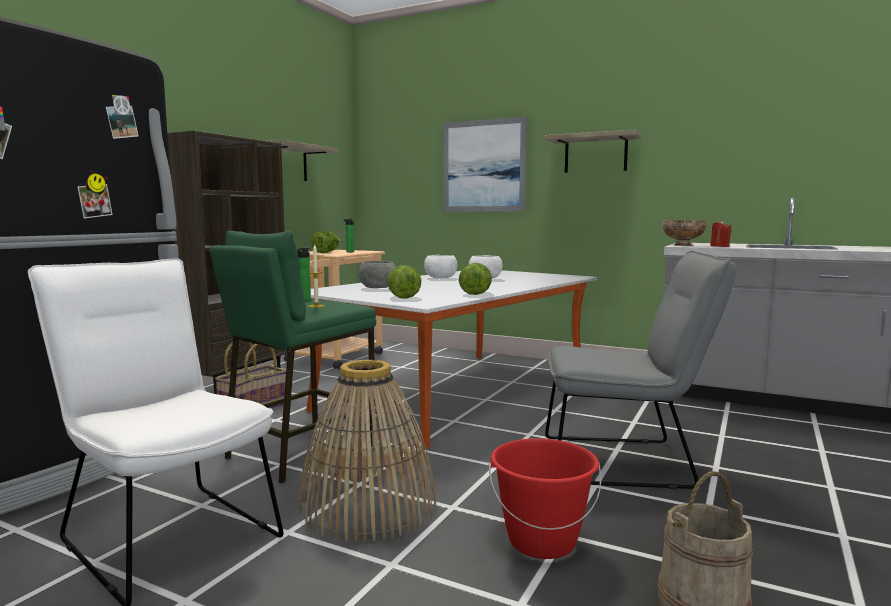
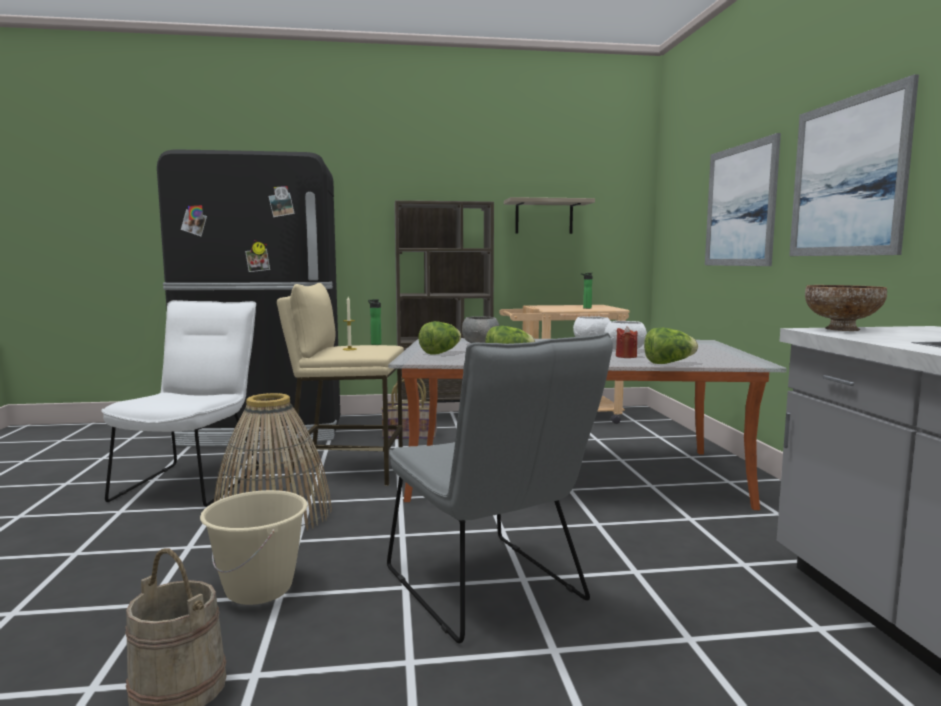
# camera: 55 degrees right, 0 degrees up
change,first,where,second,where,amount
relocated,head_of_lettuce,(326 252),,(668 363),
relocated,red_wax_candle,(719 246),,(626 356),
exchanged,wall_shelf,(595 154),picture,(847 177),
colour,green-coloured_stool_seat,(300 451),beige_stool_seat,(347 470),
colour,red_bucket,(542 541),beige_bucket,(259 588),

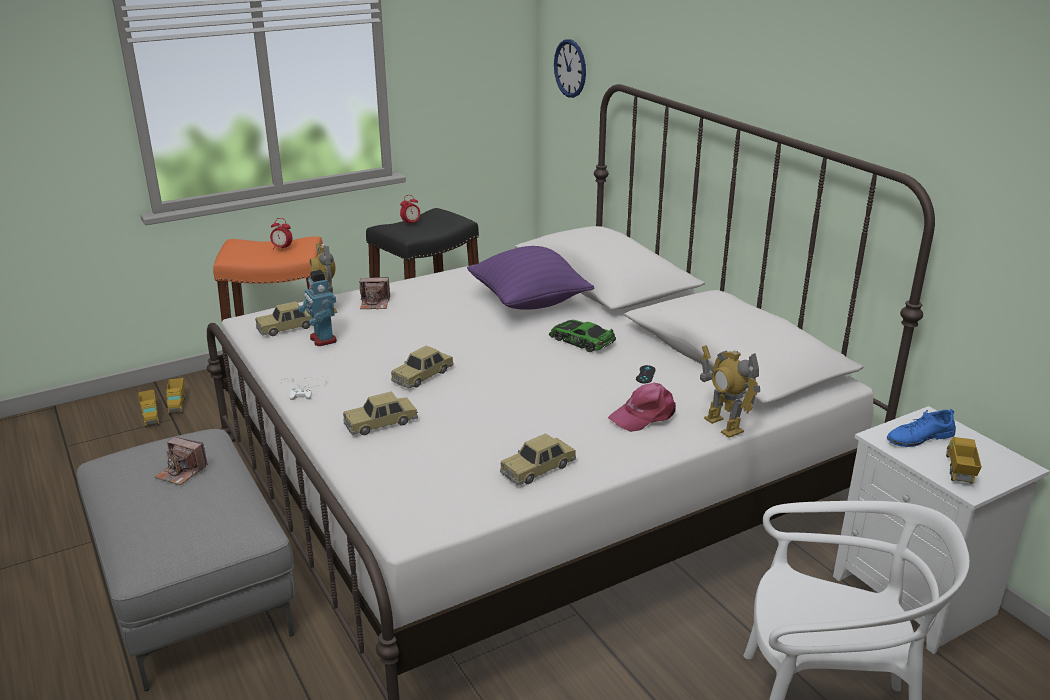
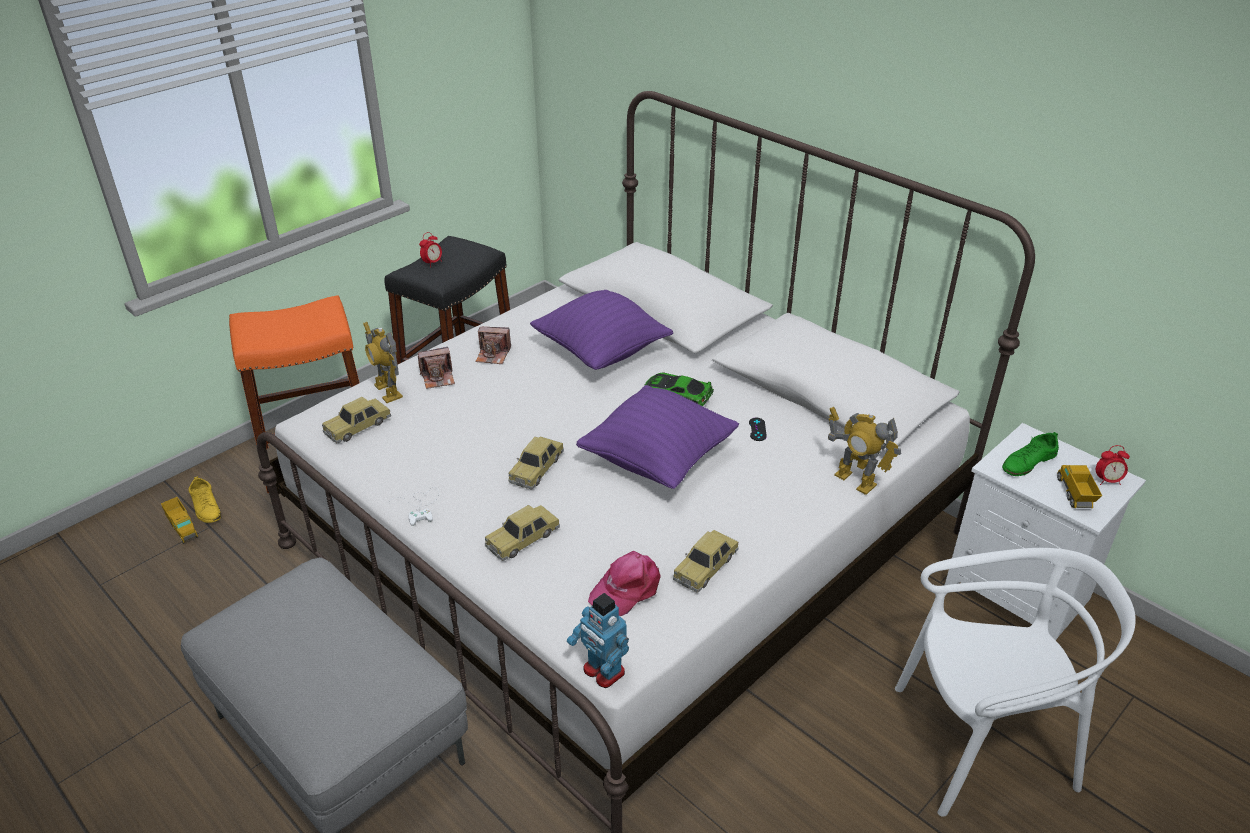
# camera: 15 degrees left, 10 degrees up
change,first,where,second,where,amount
missing,clock_on_the_wall,(570 68),,,
appeared,,,purple-coloured_cushion,(657 460),
relocated,still_camera,(181 472),,(493 355),
relocated,bedside_clock,(282 248),,(1107 481),
relocated,robot_figure,(322 340),,(603 672),
relocated,pink_baseball_cap,(644 415),,(626 588),
exchanged,toy_lorry,(177 404),yellow_item_of_footwear,(206 507),
colour,bluish_item_of_footwear,(919 438),green-coloured_item_of_footwear,(1028 462),

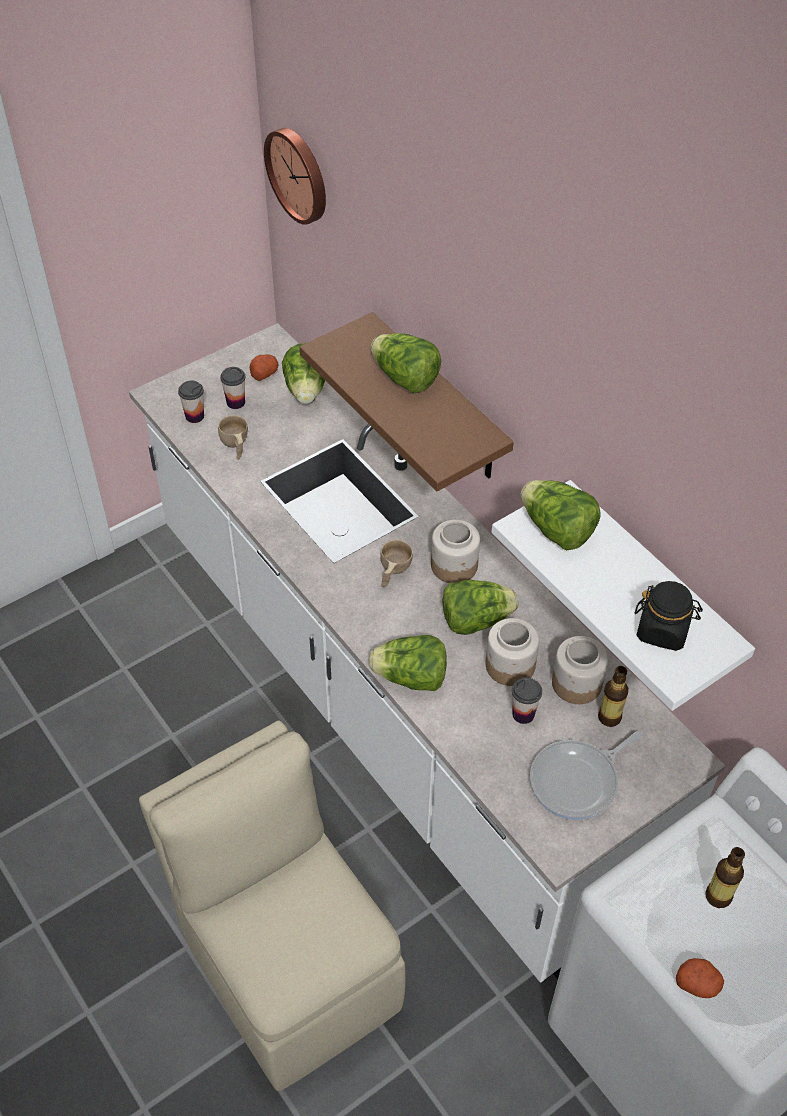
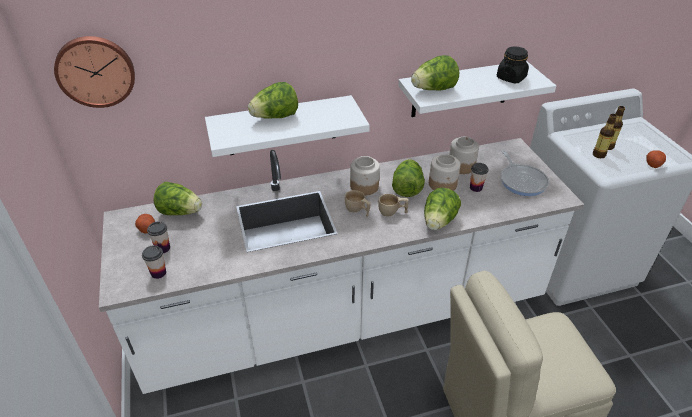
# camera: 70 degrees left, 10 degrees down
change,first,where,second,where,amount
relocated,beige_small_cup,(235 446),,(392 212),
relocated,bottle,(609 717),,(598 155),
colour,brownish_wall_shelf,(438 400),whitish_wall_shelf,(282 126),

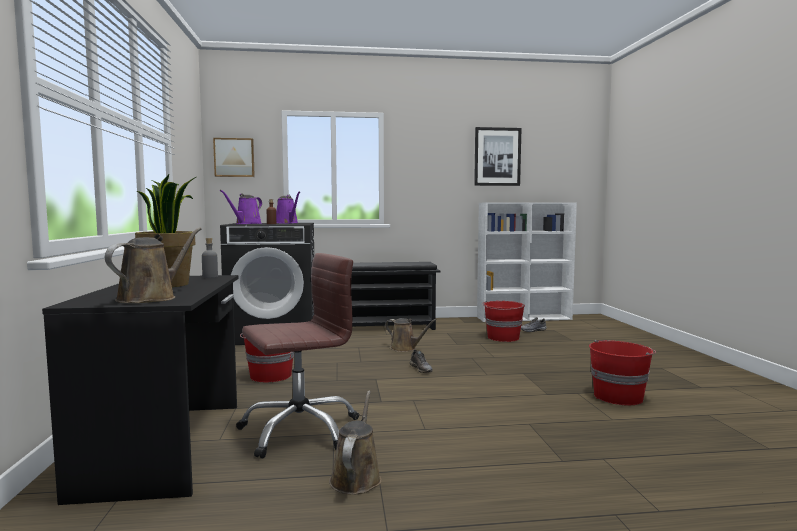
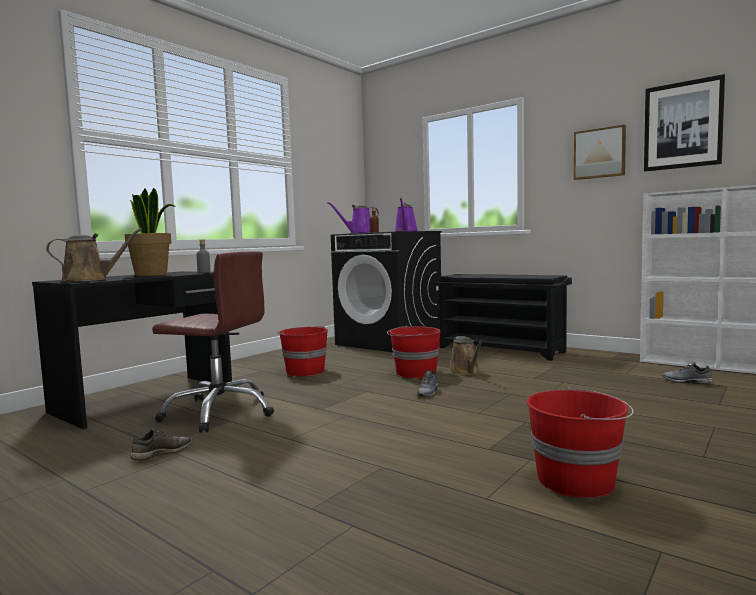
# camera: 45 degrees right, 0 degrees up
change,first,where,second,where,amount
relocated,picture,(234 157),,(599 153),
relocated,red_bucket,(503 338),,(415 373),
exchanged,brownish_watering_can,(356 477),gray_item_of_footwear,(162 452),

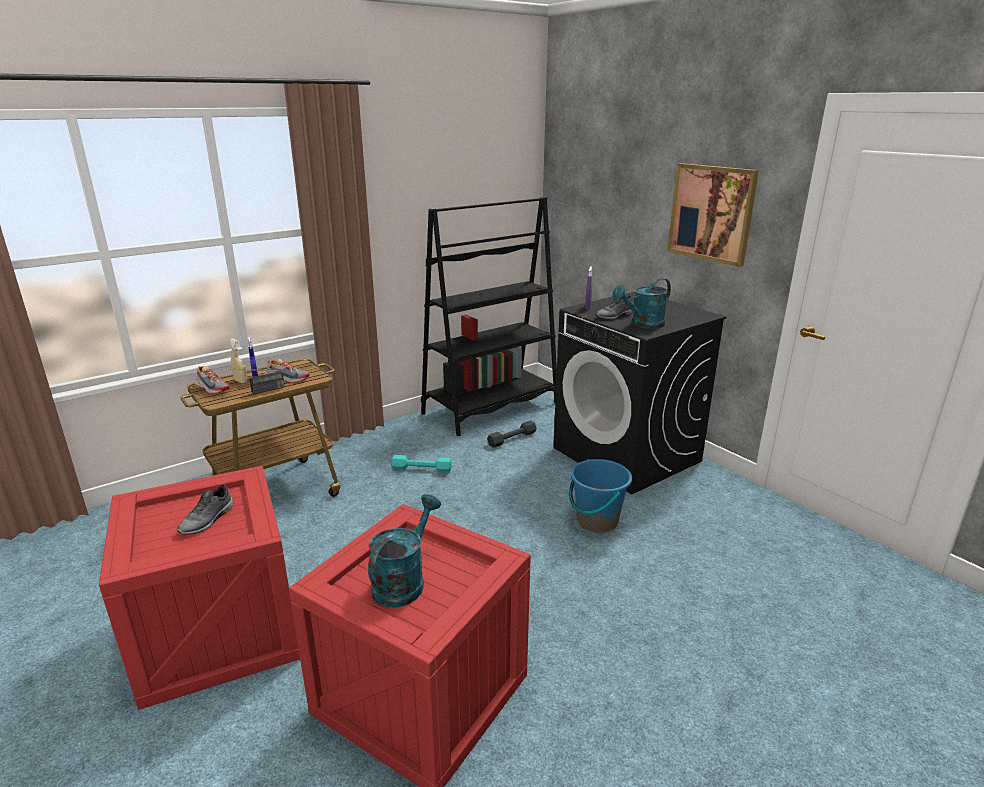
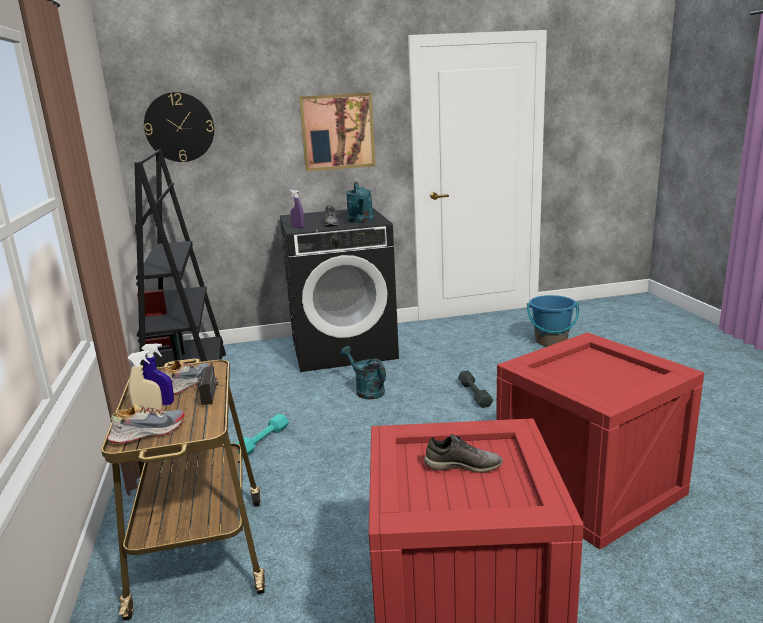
# camera: 65 degrees left, 5 degrees down
change,first,where,second,where,amount
appeared,,,clock_on_the_wall,(179 127),
relocated,turquoise-coloured_watering_can,(403 581),,(366 390),
relocated,gray_dumbbell,(512 438),,(474 394),
relocated,bluish_bucket,(597 521),,(551 341),
spun,gray_item_of_footwear,(208 520),,(463 465),45 degrees counterclockwise

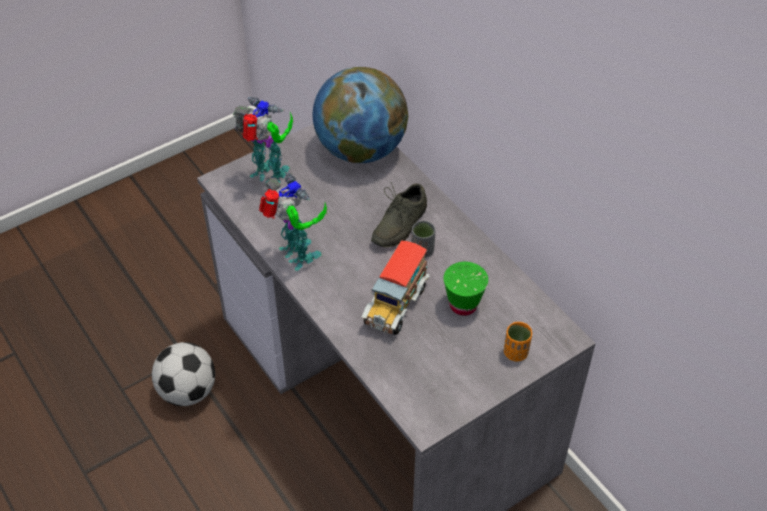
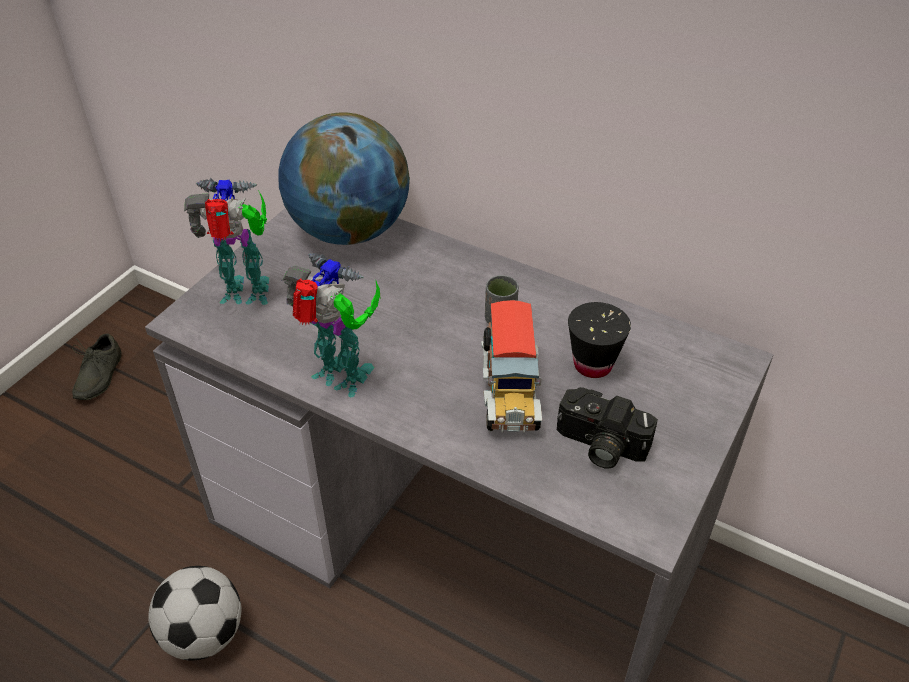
# camera: 25 degrees left, 5 degrees down
change,first,where,second,where,amount
missing,orangey_small_cup,(515 353),,,
appeared,,,still_camera,(599 445),
relocated,gray_item_of_footwear,(397 224),,(96 376),
colour,green-coloured_small_cup,(463 305),black-coloured_small_cup,(592 365),

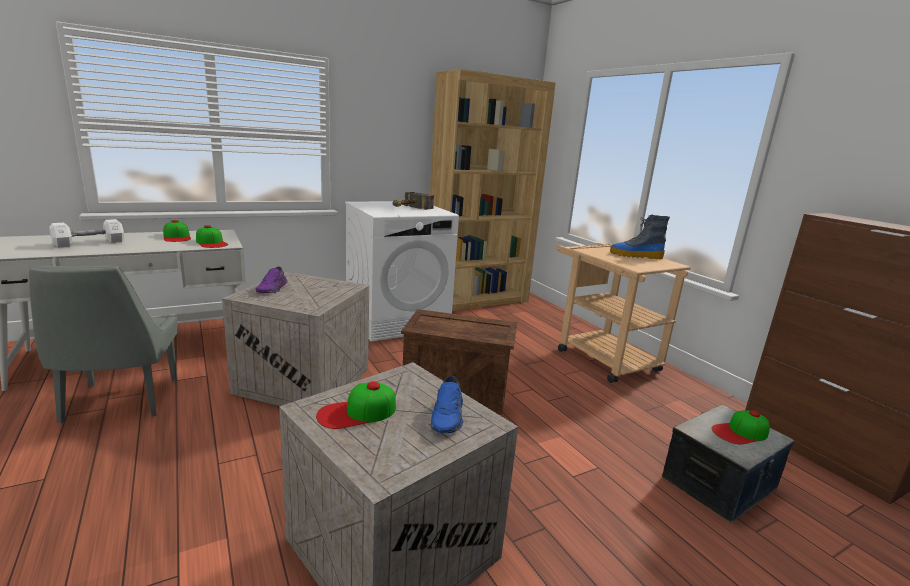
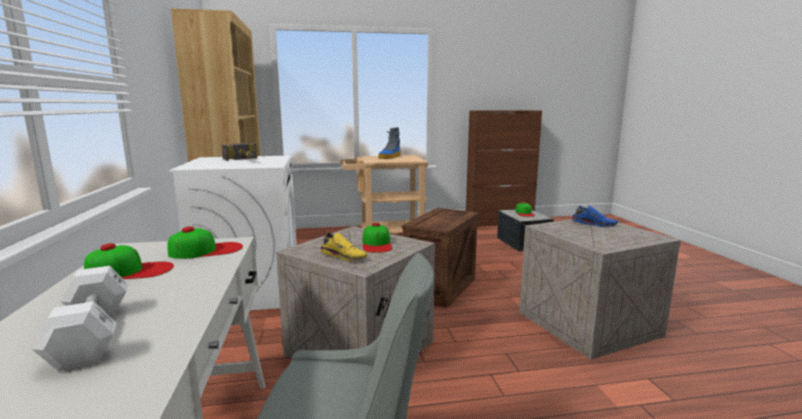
# camera: 70 degrees left, 5 degrees down
change,first,where,second,where,amount
relocated,baseball_cap,(357 412),,(377 244),
colour,purple-coloured_item_of_footwear,(273 289),yellow_item_of_footwear,(344 256),

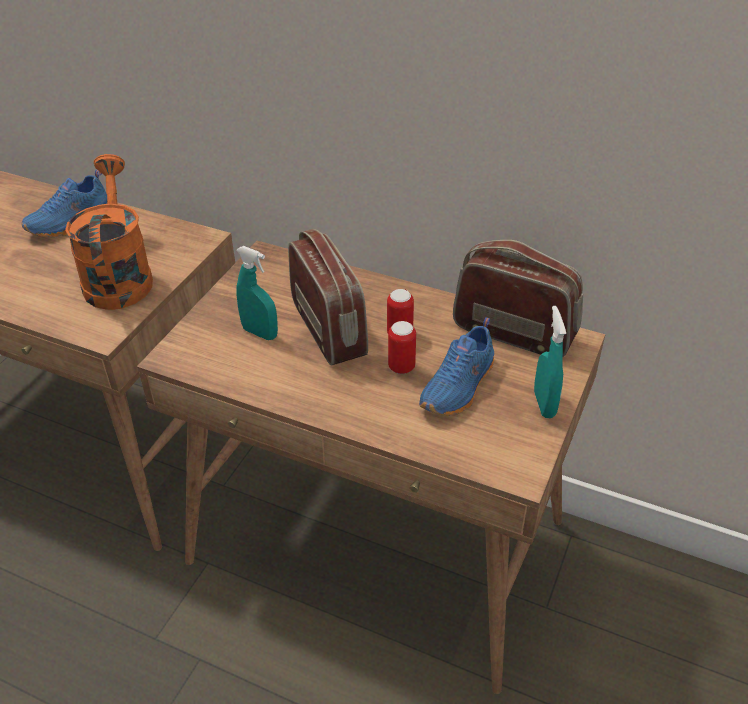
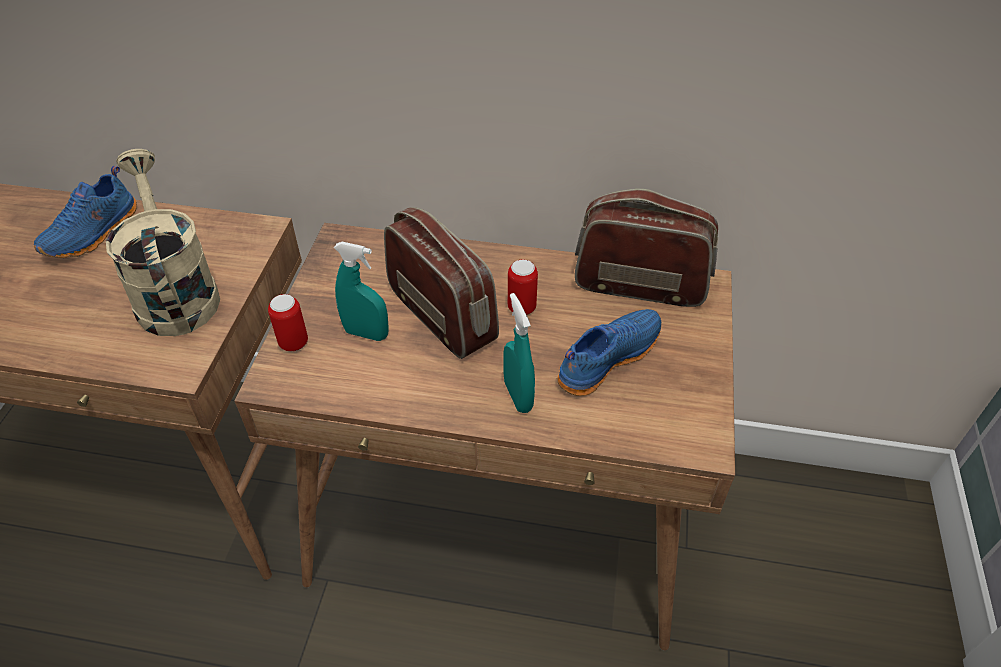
# camera: 15 degrees left, 5 degrees up
change,first,where,second,where,amount
relocated,can,(401 367),,(293 343),
relocated,turquoise-coloured_hand_sprayer,(544 404),,(518 396),
colour,orangey_watering_can,(118 276),beige_watering_can,(175 292),
spun,bluish_item_of_footwear,(459 387),,(606 358),150 degrees counterclockwise

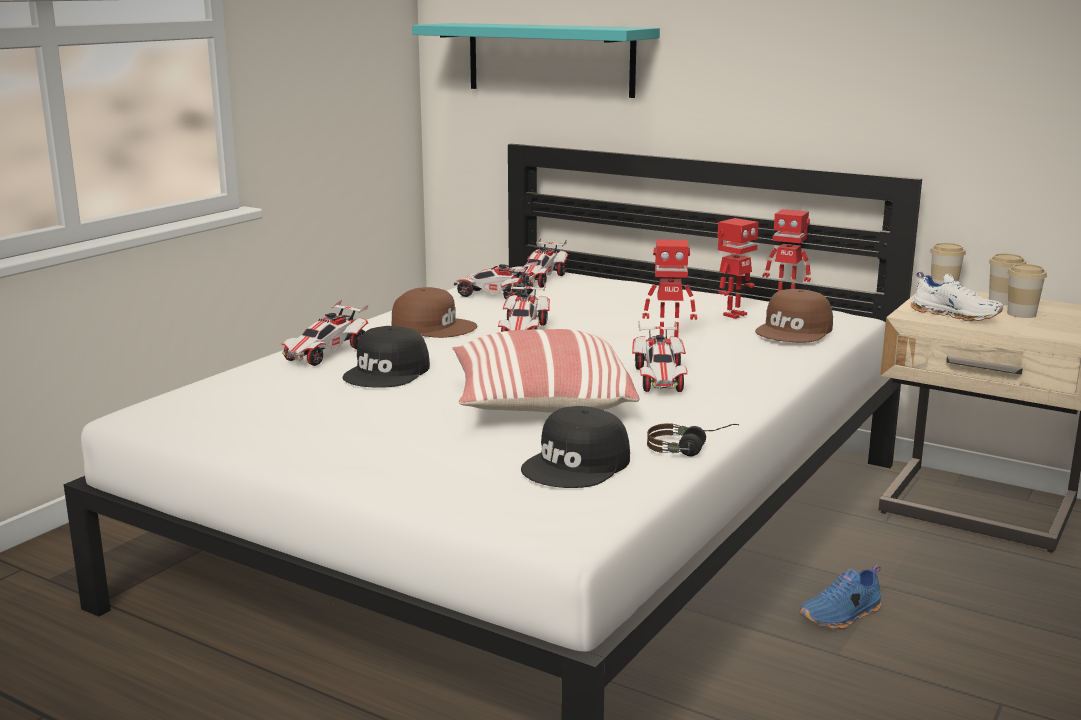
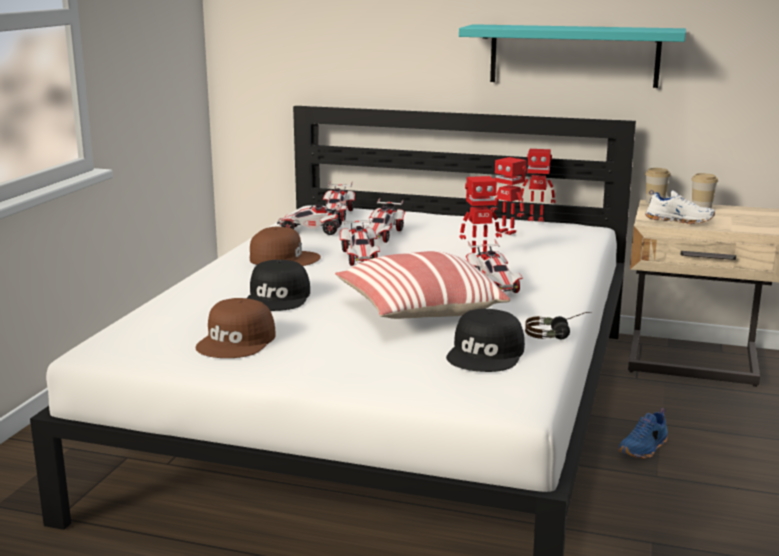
# camera: 15 degrees left, 0 degrees up
change,first,where,second,where,amount
missing,small_cup,(1021 314),,,
relocated,miniature_car,(326 354),,(382 235),
relocated,turquoise-coloured_wall_shelf,(550 59),,(574 55),
relocated,brownish_baseball_cap,(795 330),,(237 341),
spun,robot_figure,(733 315),,(507 232),105 degrees clockwise

